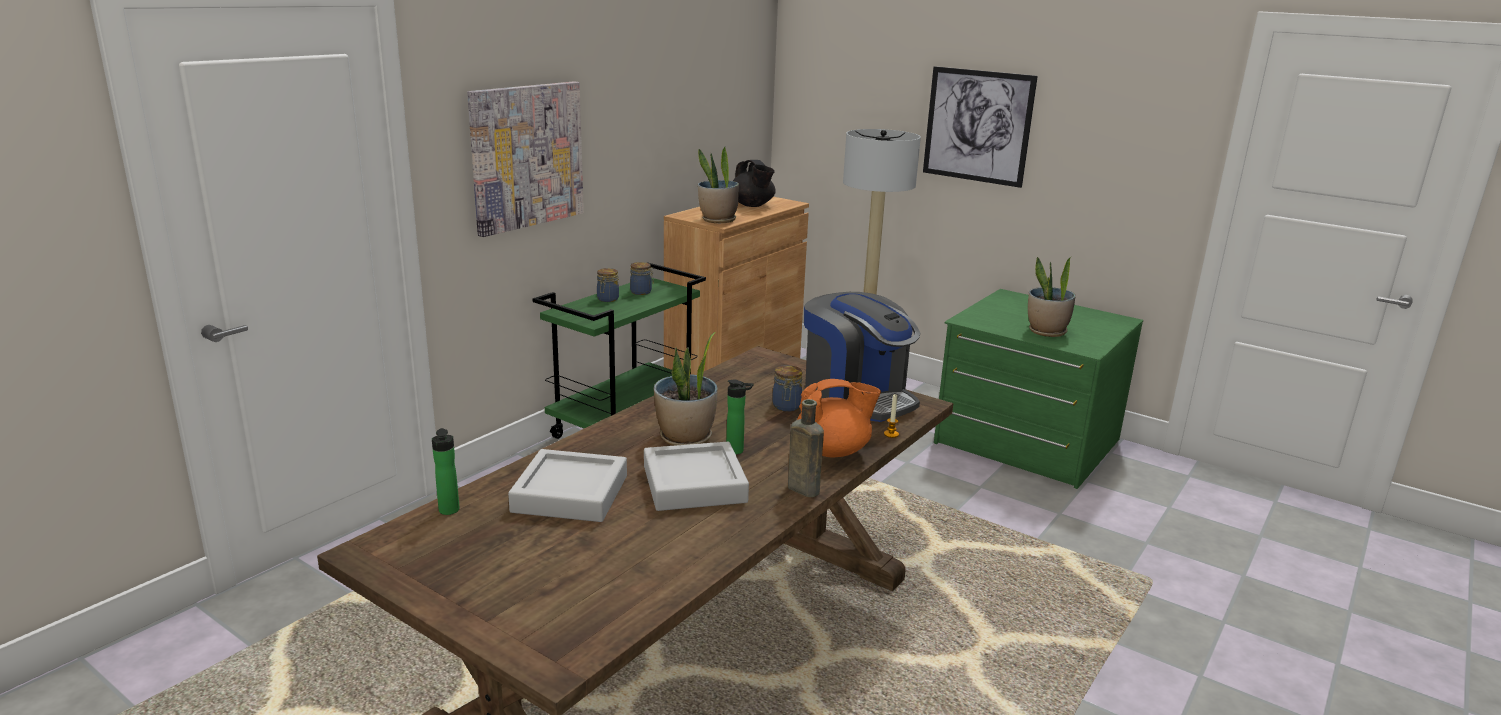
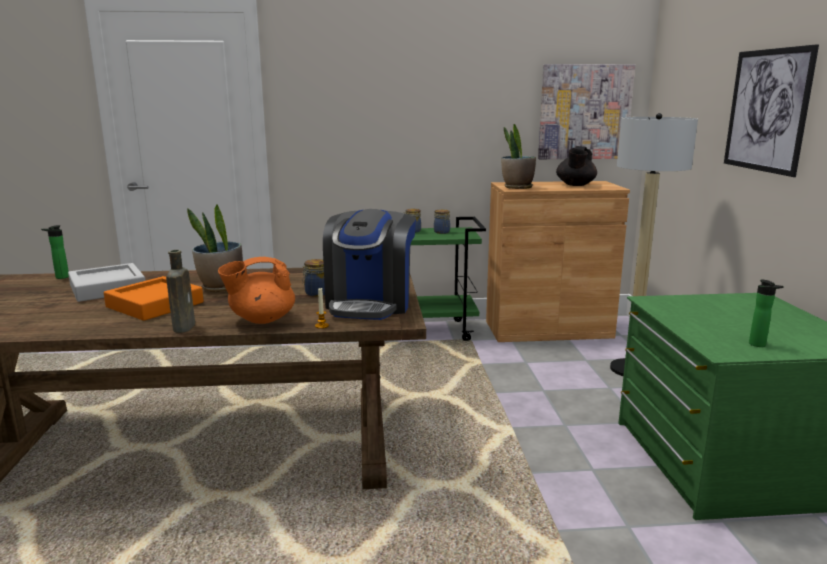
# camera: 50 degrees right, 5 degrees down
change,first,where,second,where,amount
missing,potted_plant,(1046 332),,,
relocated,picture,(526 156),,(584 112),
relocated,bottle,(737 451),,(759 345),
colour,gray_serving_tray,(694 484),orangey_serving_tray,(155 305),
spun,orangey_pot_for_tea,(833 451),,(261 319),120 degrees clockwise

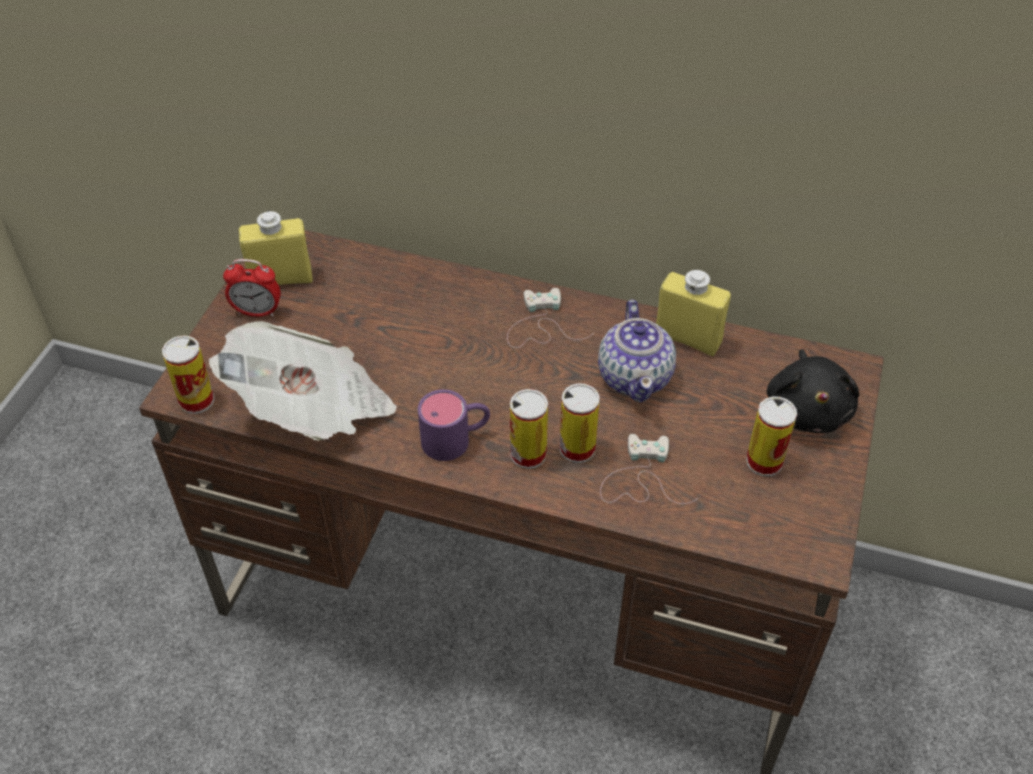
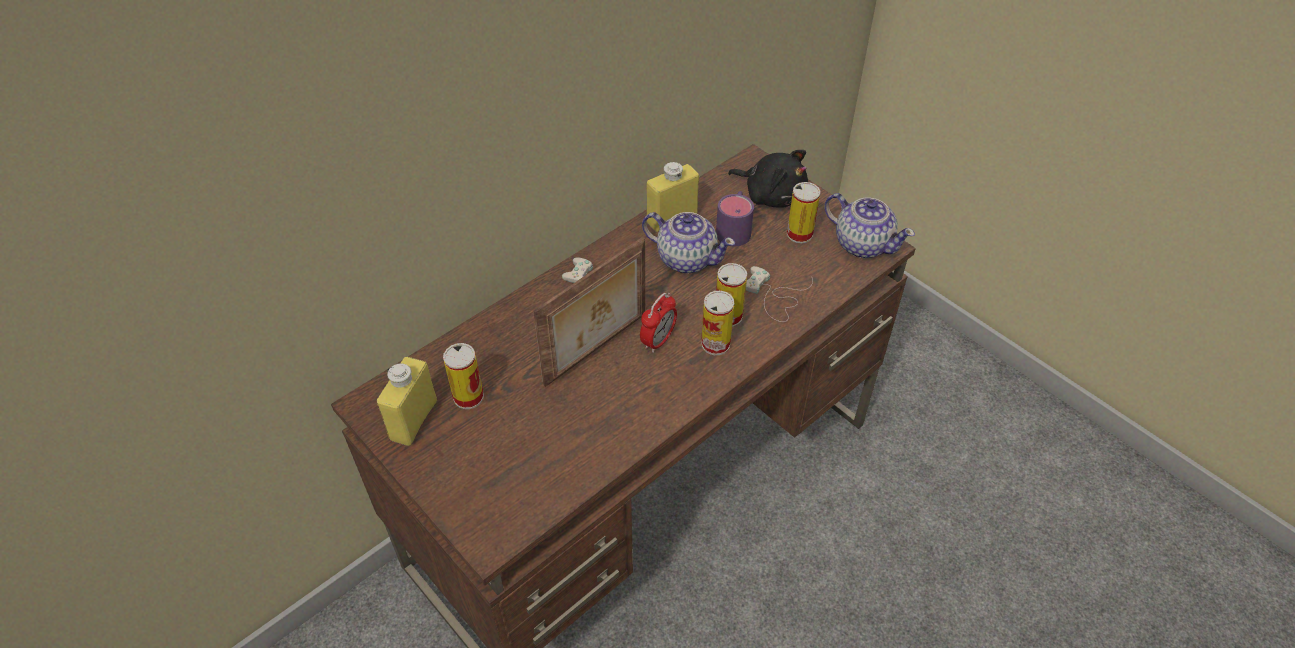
# camera: 60 degrees left, 0 degrees up
change,first,where,second,where,amount
missing,printed_paper,(313 409),,,
appeared,,,standing_frame,(597 350),
appeared,,,pot_for_tea,(862 244),
relocated,can,(196 400),,(468 397),
relocated,bedside_clock,(257 312),,(658 340),
relocated,purple-coloured_coffee_mug,(456 439),,(734 228),

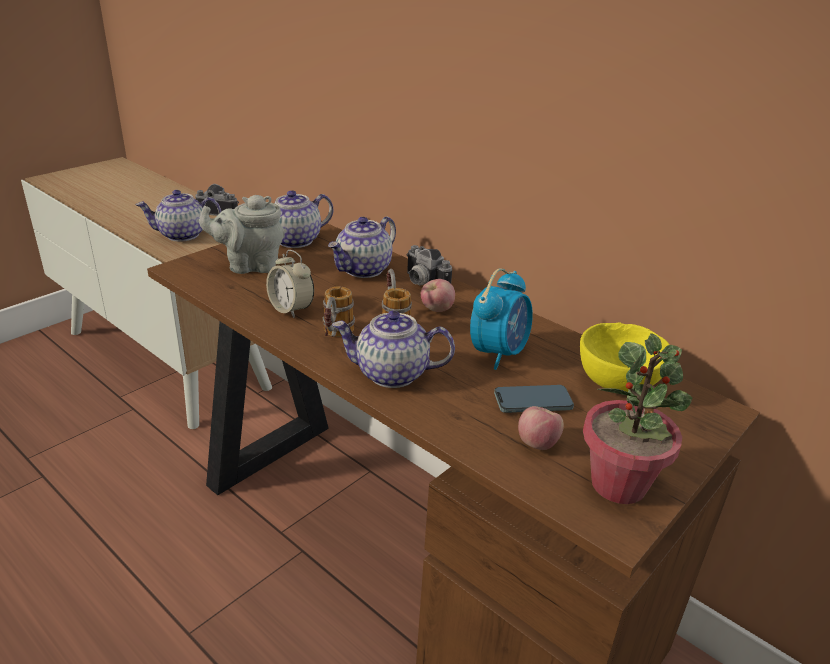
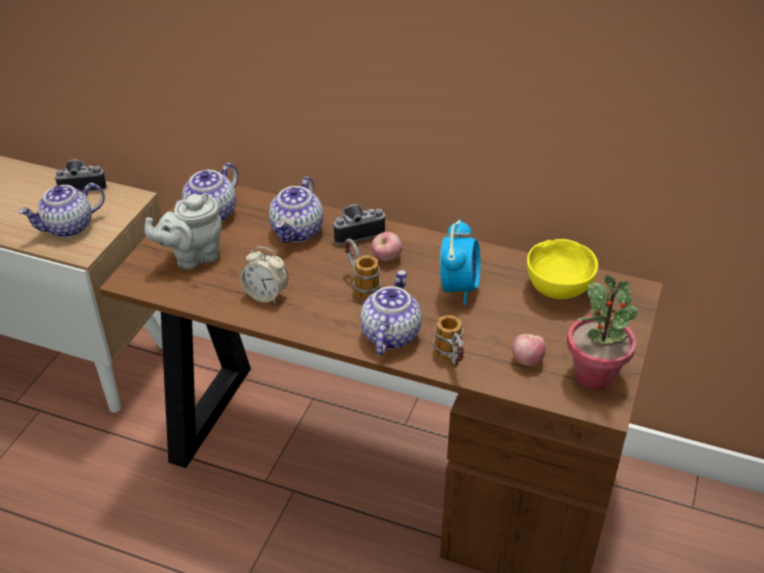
# camera: 20 degrees left, 10 degrees up
change,first,where,second,where,amount
missing,telephone,(533 402),,,
relocated,coffee_mug,(335 337),,(451 361),
spun,pot_for_tea,(391 374),,(389 334),120 degrees clockwise
spun,still_camera,(422 282),,(357 231),135 degrees clockwise

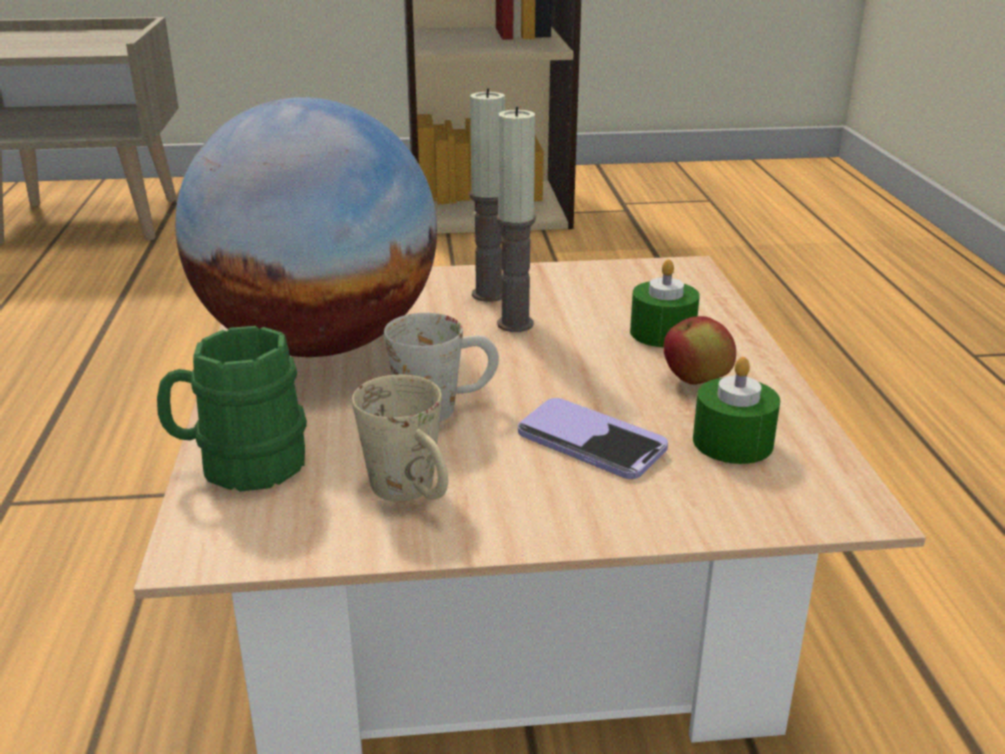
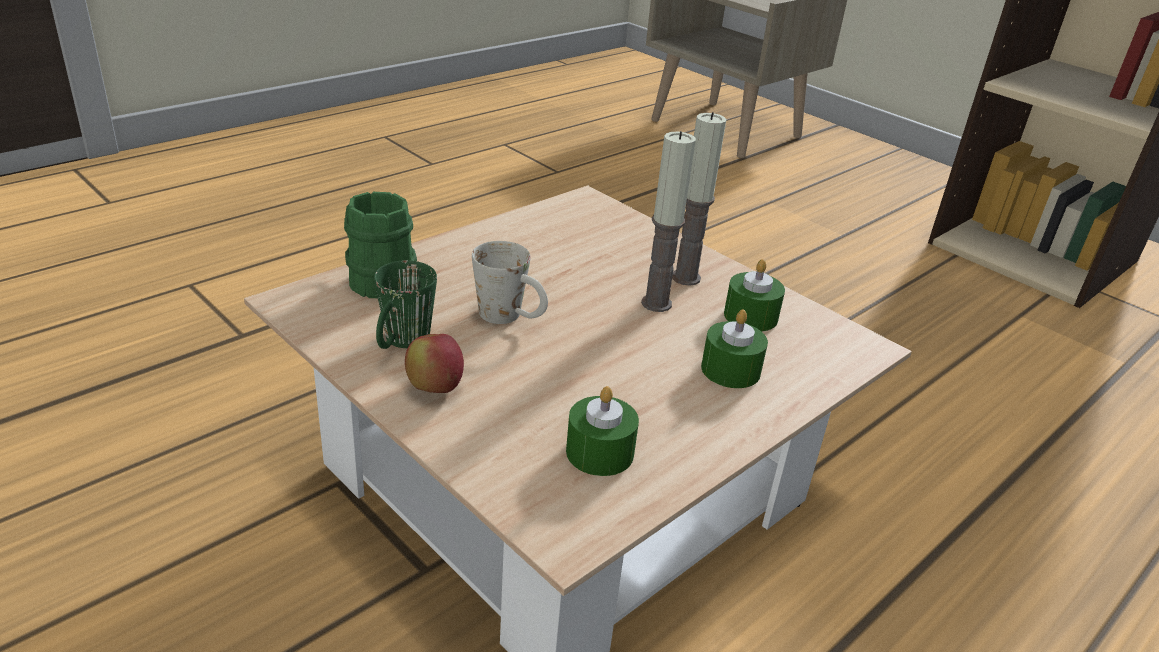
# camera: 50 degrees right, 5 degrees up
change,first,where,second,where,amount
missing,desk_globe,(319 344),,,
missing,telephone,(591 442),,,
appeared,,,green-coloured_wax_candle,(750 316),
relocated,whole_apple,(696 381),,(434 388),
colour,beige_coffee_mug,(413 494),green-coloured_coffee_mug,(401 344),

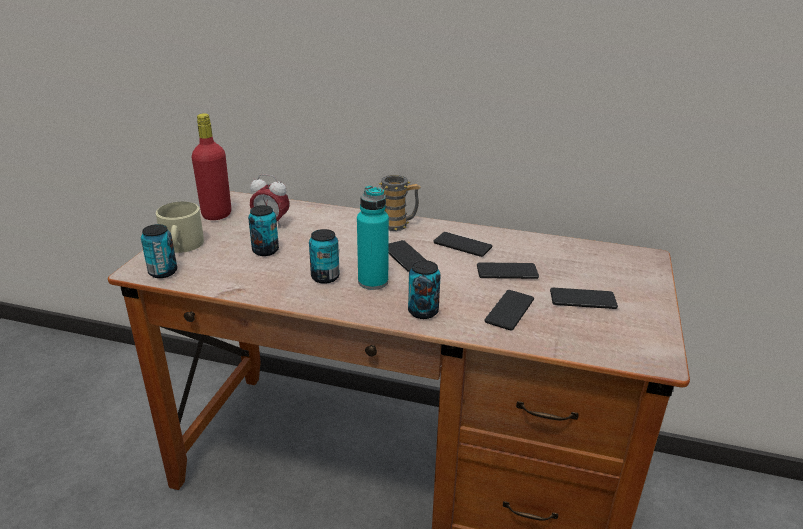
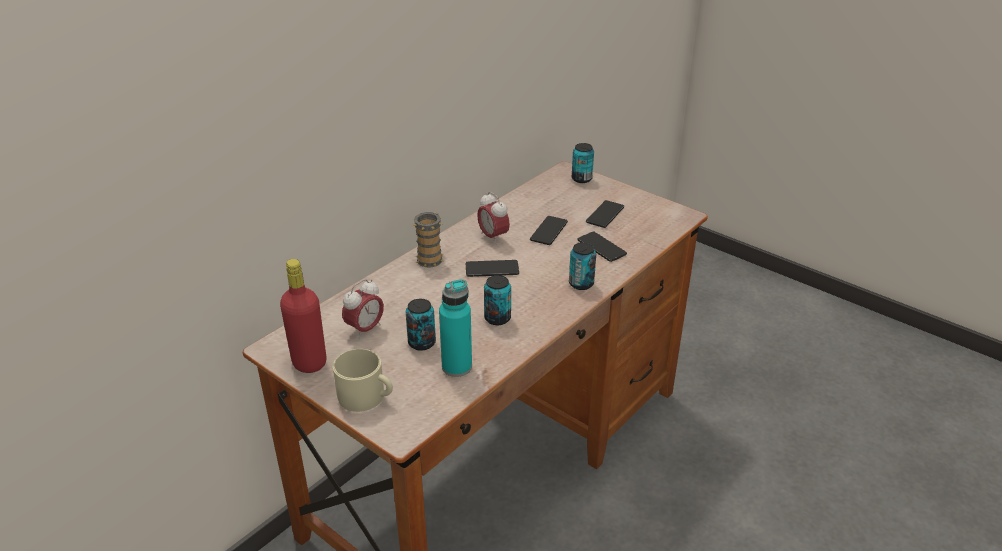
# camera: 65 degrees left, 5 degrees up
change,first,where,second,where,amount
relocated,can,(163 272),,(581 179),
relocated,turquoise-coloured_bottle,(373 282),,(457 367),
exchanged,telephone,(462 245),bedside_clock,(493 237),

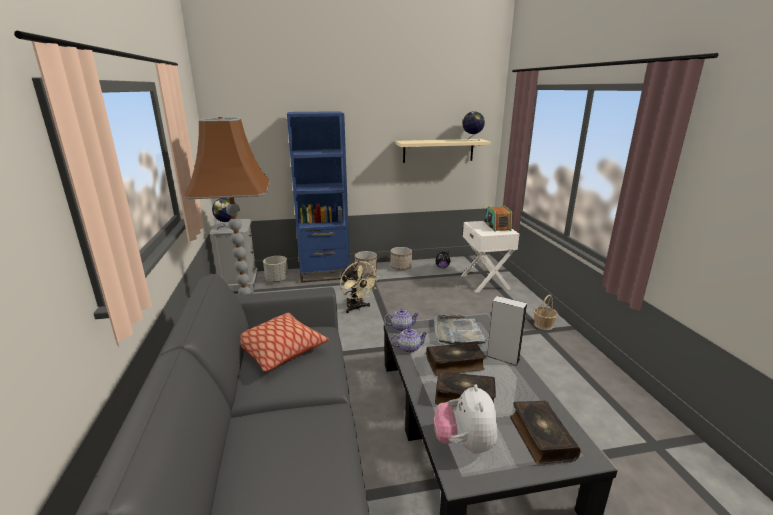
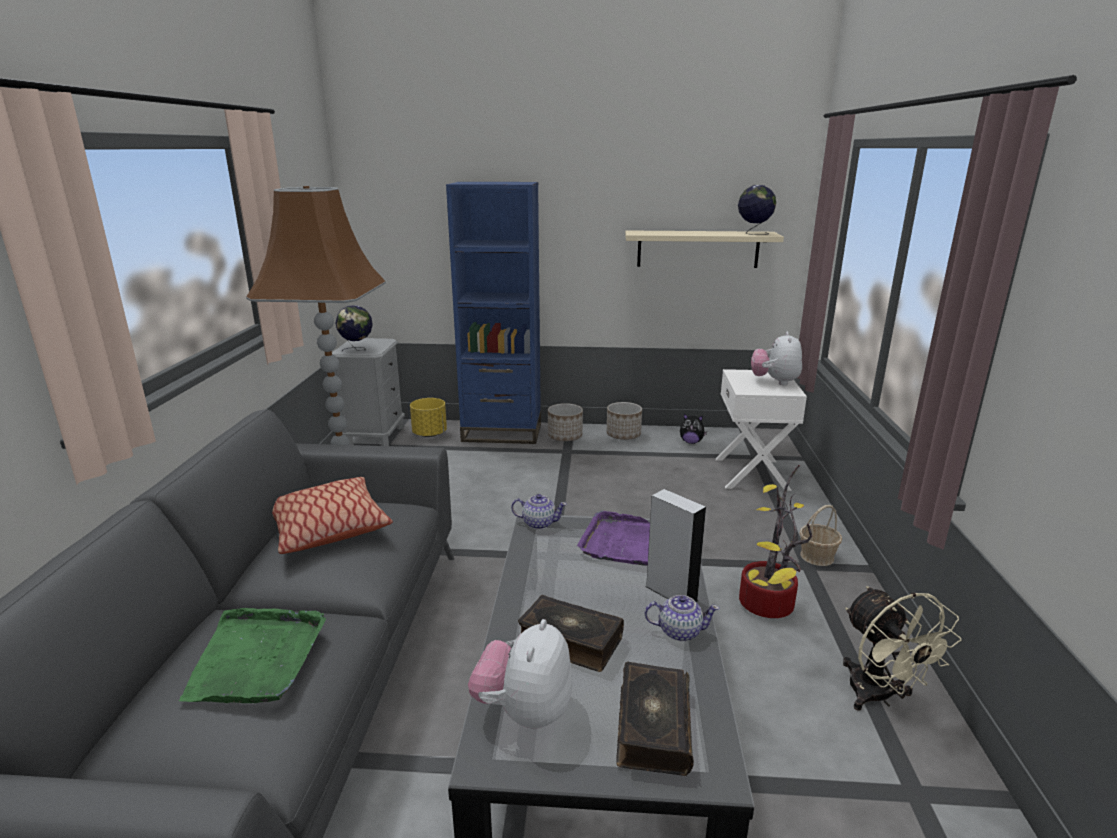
# camera: 15 degrees right, 0 degrees up
change,first,where,second,where,amount
missing,book,(455 364),,,
appeared,,,green-coloured_serving_tray,(257 658),
appeared,,,potted_plant,(770 606),
relocated,beige_electric_fan,(357 308),,(879 697),
relocated,pot_for_tea,(408 348),,(679 631),
exchanged,radio_receiver,(497 227),plush_toy,(775 382),
colour,gray_flower_pot,(277 279),yellow_flower_pot,(430 434),
colour,gray_serving_tray,(458 332),purple-coloured_serving_tray,(623 543),

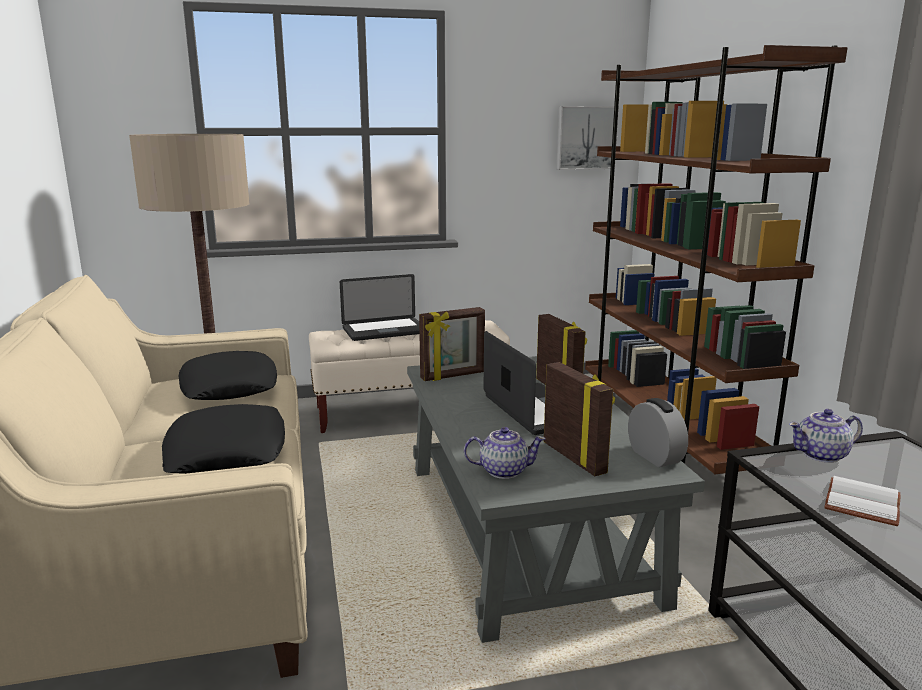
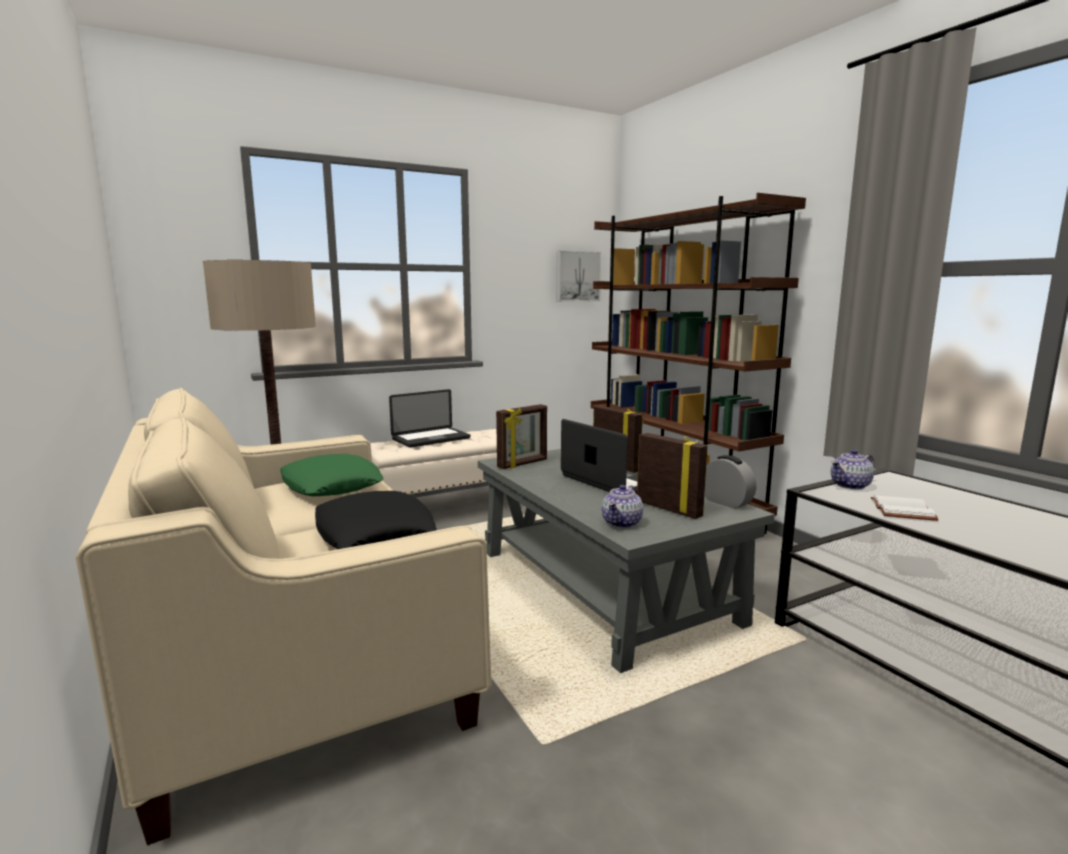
# camera: 15 degrees left, 5 degrees down
change,first,where,second,where,amount
colour,black-coloured_cushion,(229 386),green-coloured_cushion,(331 485),
spun,pot_for_tea,(503 471),,(622 523),135 degrees clockwise

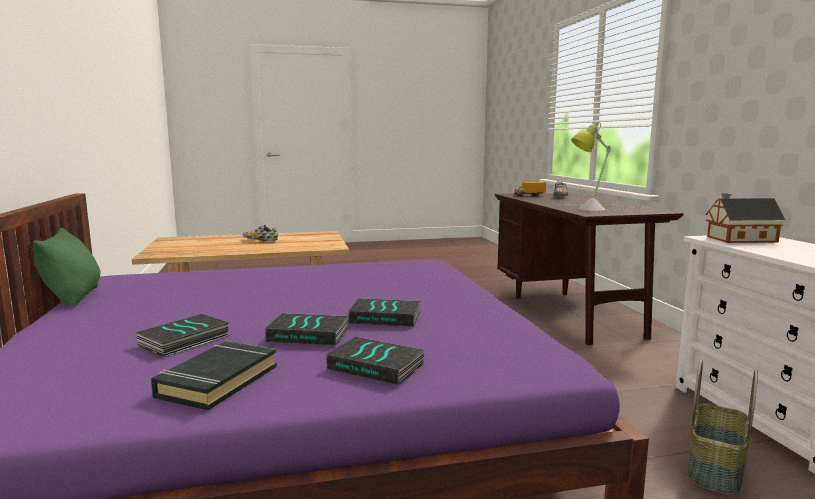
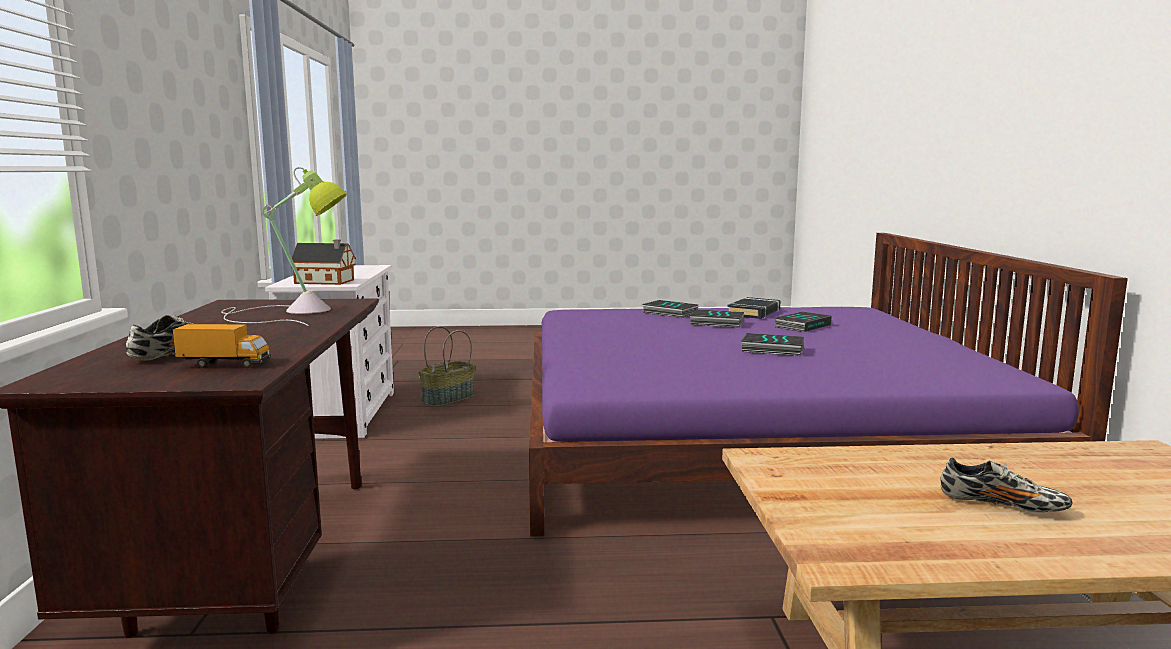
# camera: 170 degrees left, 0 degrees up
change,first,where,second,where,amount
missing,green-coloured_cushion,(73 297),,,
relocated,book,(386 317),,(771 350),

